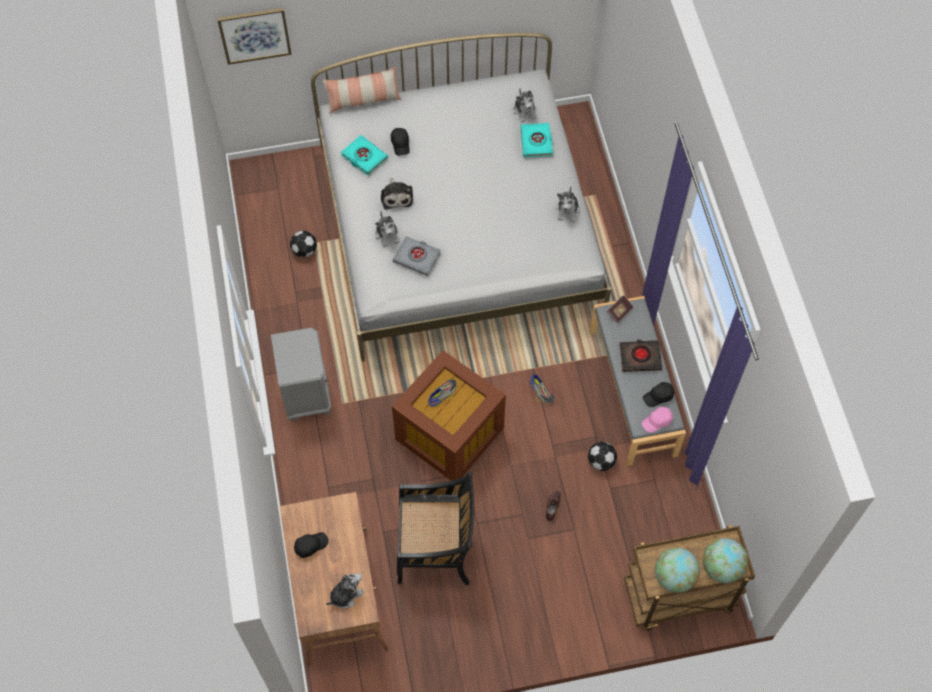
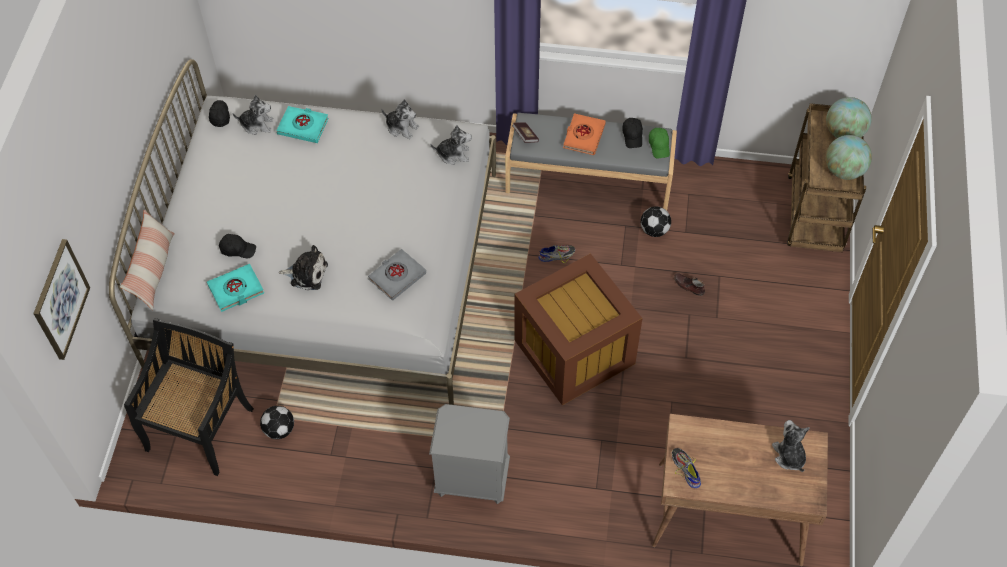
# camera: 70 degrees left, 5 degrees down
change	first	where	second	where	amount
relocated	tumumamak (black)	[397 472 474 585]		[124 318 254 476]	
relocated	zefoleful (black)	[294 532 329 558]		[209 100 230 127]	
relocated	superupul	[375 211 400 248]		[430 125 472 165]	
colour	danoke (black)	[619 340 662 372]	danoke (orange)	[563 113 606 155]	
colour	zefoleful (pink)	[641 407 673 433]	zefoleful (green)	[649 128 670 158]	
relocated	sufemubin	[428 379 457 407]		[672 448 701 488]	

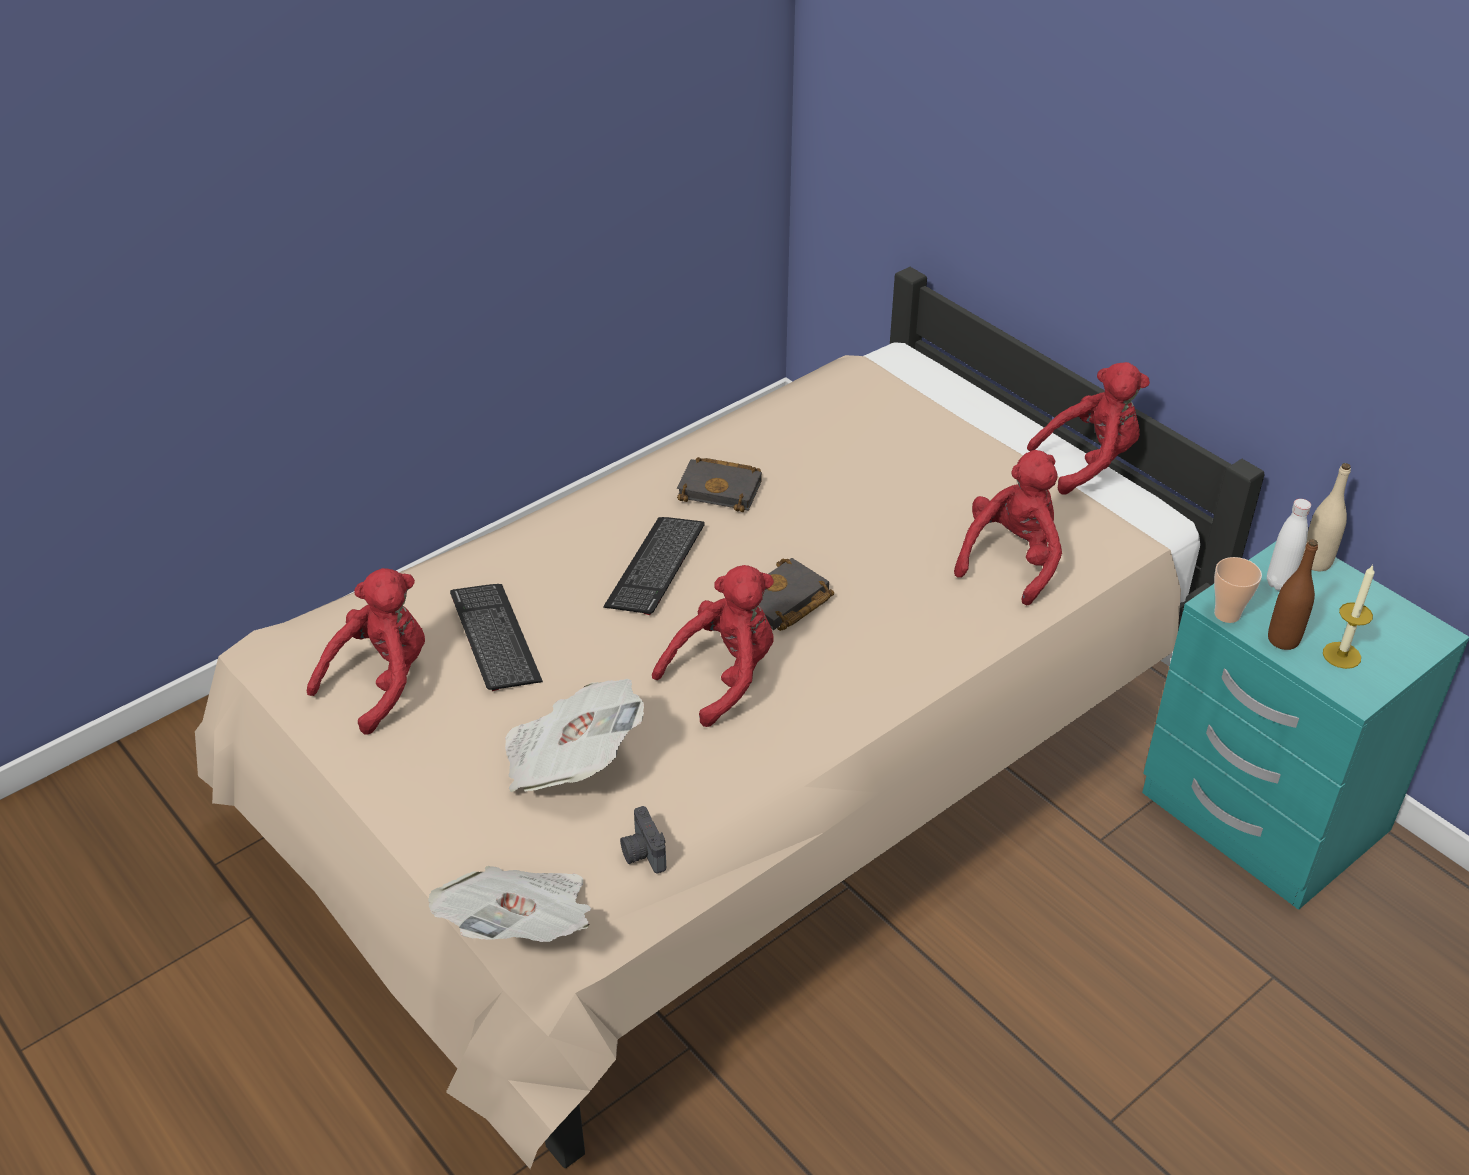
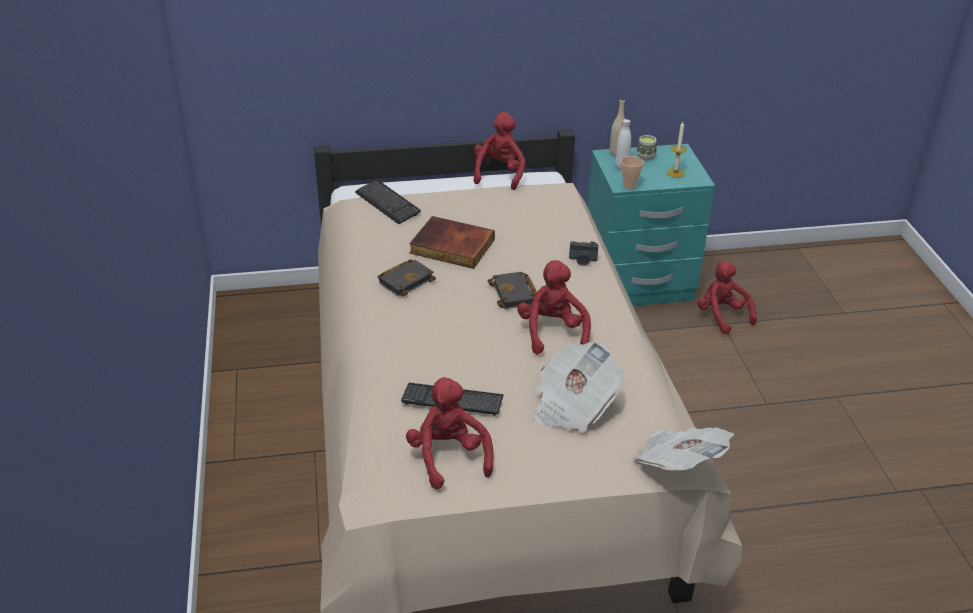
# camera: 60 degrees left, 5 degrees down
change	first	where	second	where	amount
relocated	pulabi	[603 517 704 615]		[355 180 421 224]	
appeared			danoke	[409 216 495 269]	
relocated	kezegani	[620 806 666 874]		[569 241 599 266]	
appeared			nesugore	[637 135 657 161]	
relocated	superupul (red)	[954 450 1062 606]		[698 261 757 334]	
missing	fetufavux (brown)	[1268 539 1318 650]			

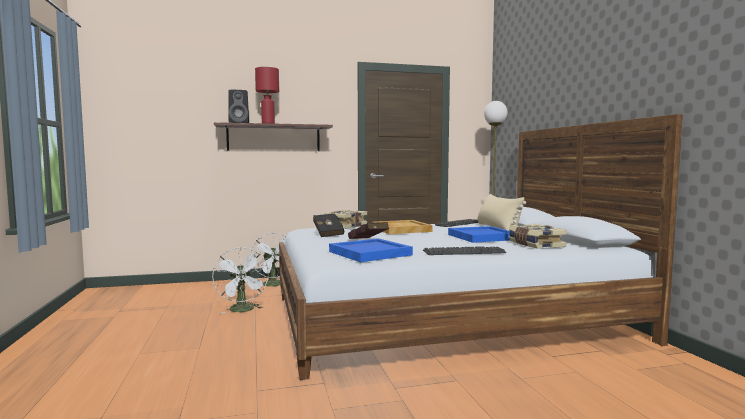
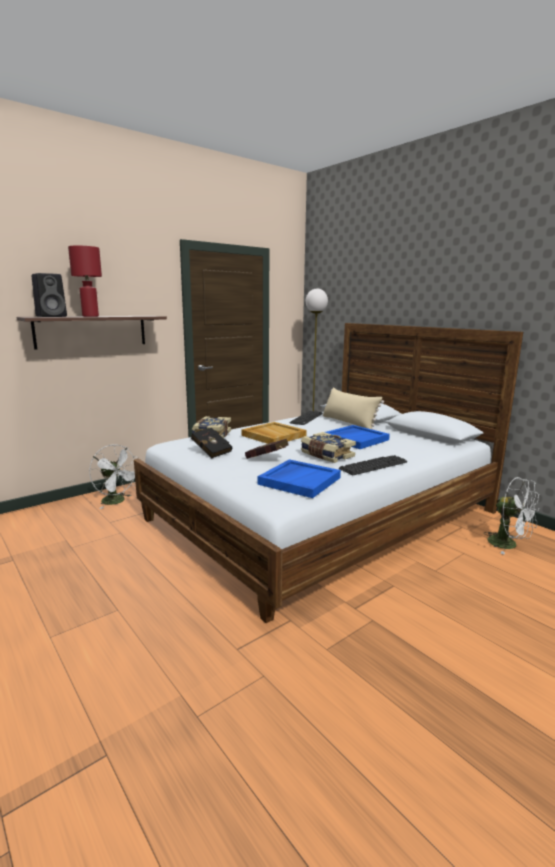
# camera: 25 degrees left, 10 degrees up
change	first	where	second	where	amount
relocated	danoke	[509 224 567 249]		[301 432 356 463]	
relocated	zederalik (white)	[212 247 269 314]		[484 477 540 555]	

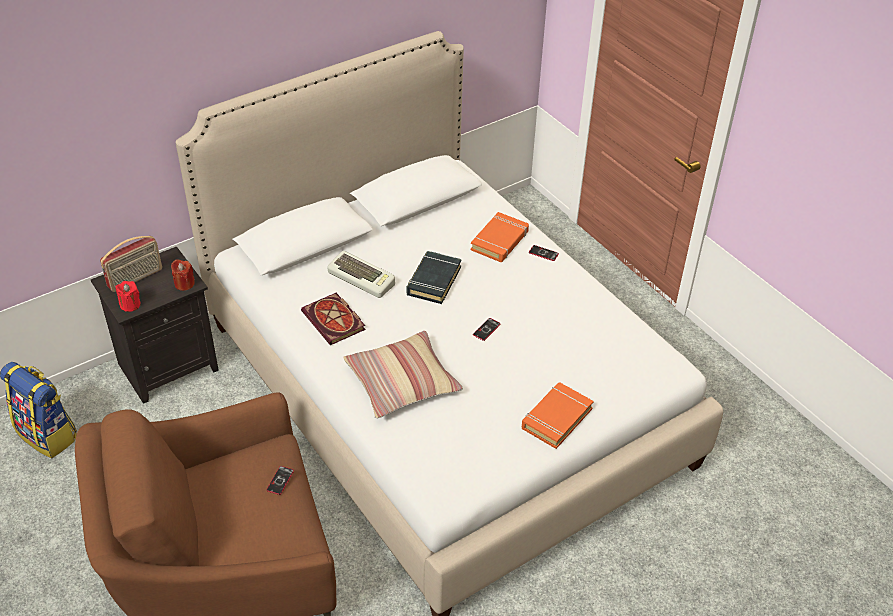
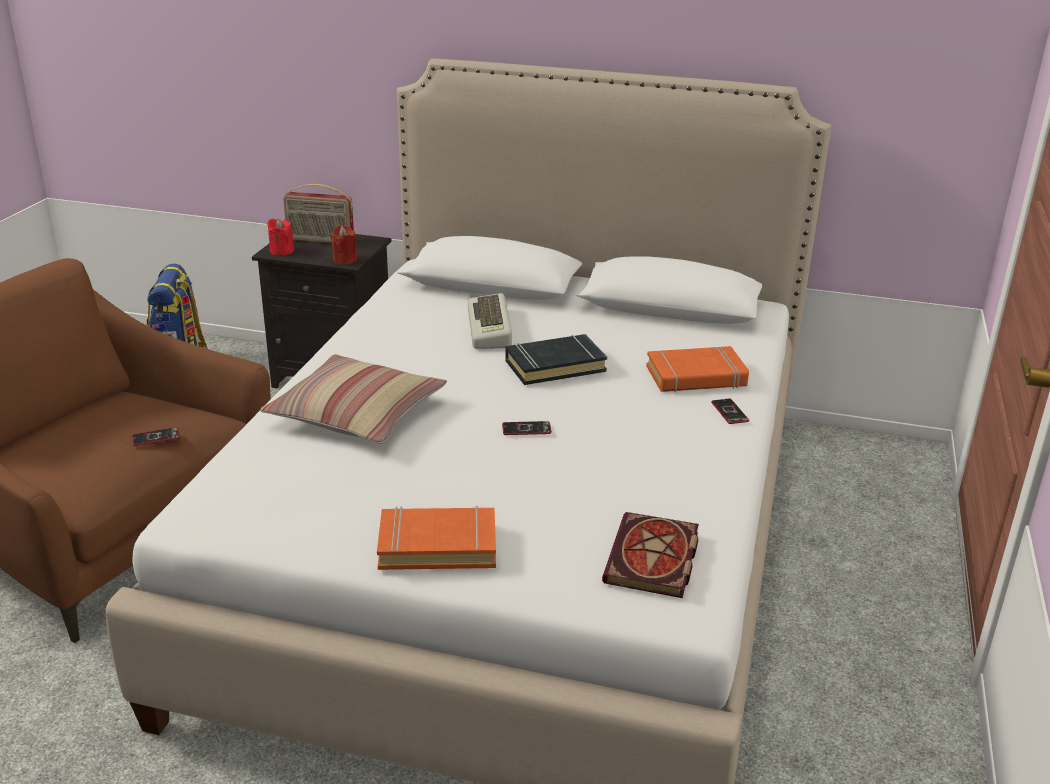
# camera: 50 degrees right, 15 degrees down
change	first	where	second	where	amount
relocated	danoke	[301 293 365 345]		[602 512 699 598]	

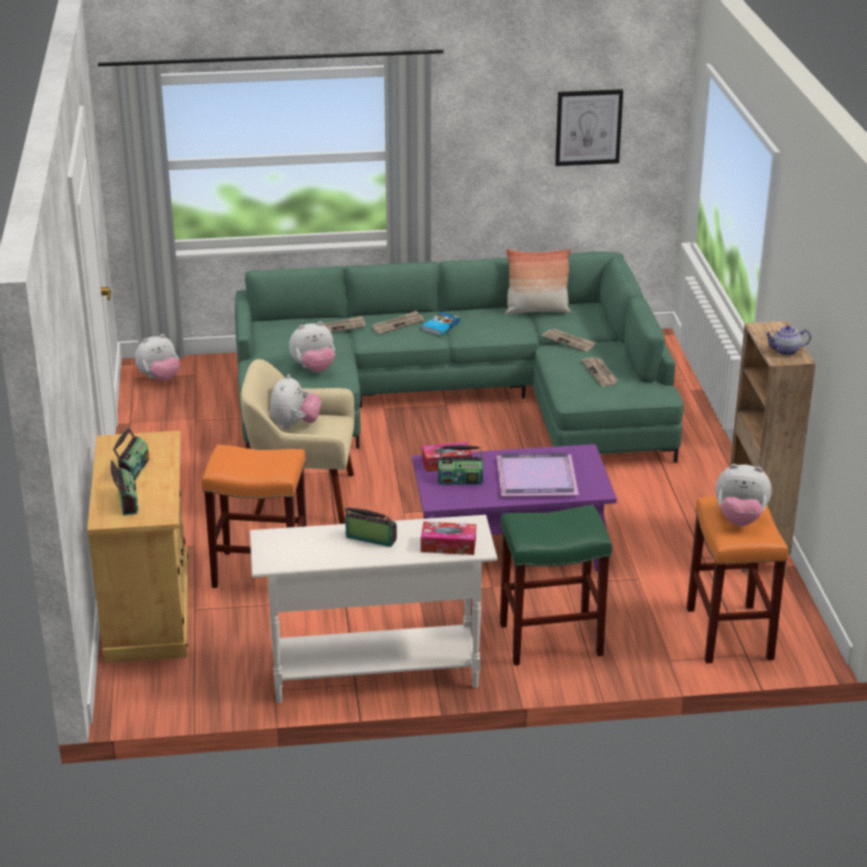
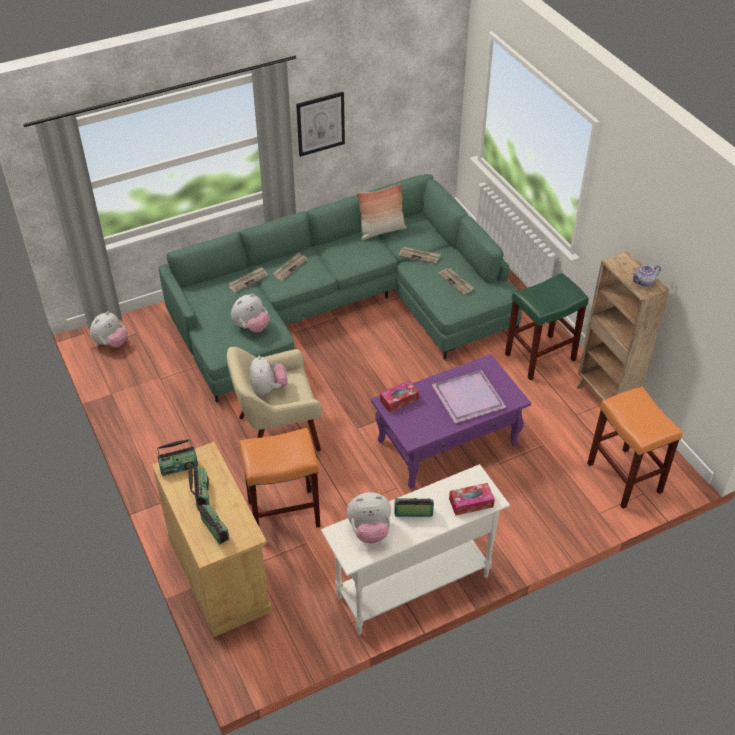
# camera: 20 degrees left, 15 degrees up
change	first	where	second	where	amount
relocated	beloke	[438 445 483 485]		[157 439 198 476]	
relocated	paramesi	[555 89 623 166]		[296 92 345 157]	
relocated	superupul	[716 464 772 526]		[347 492 391 543]	
relocated	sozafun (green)	[500 505 612 665]		[505 273 589 380]	
missing	danoke	[422 312 460 336]			

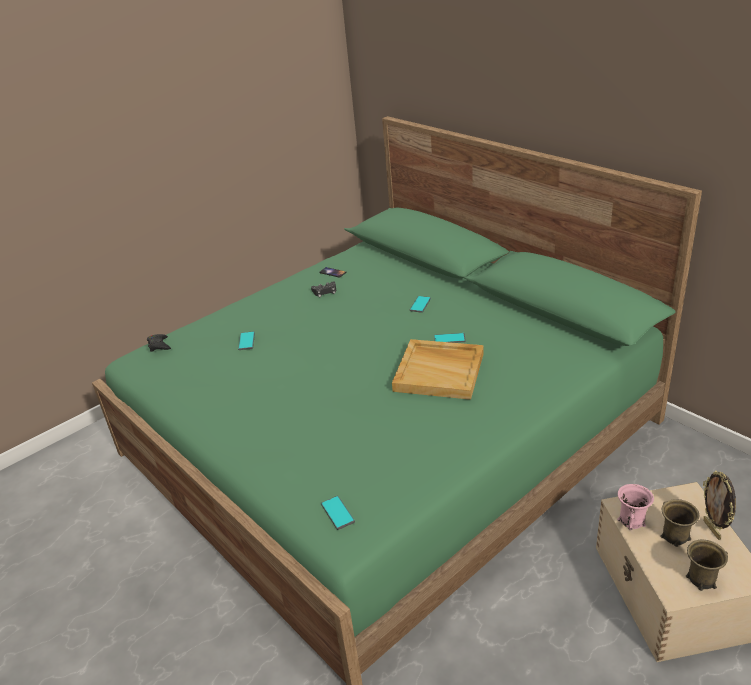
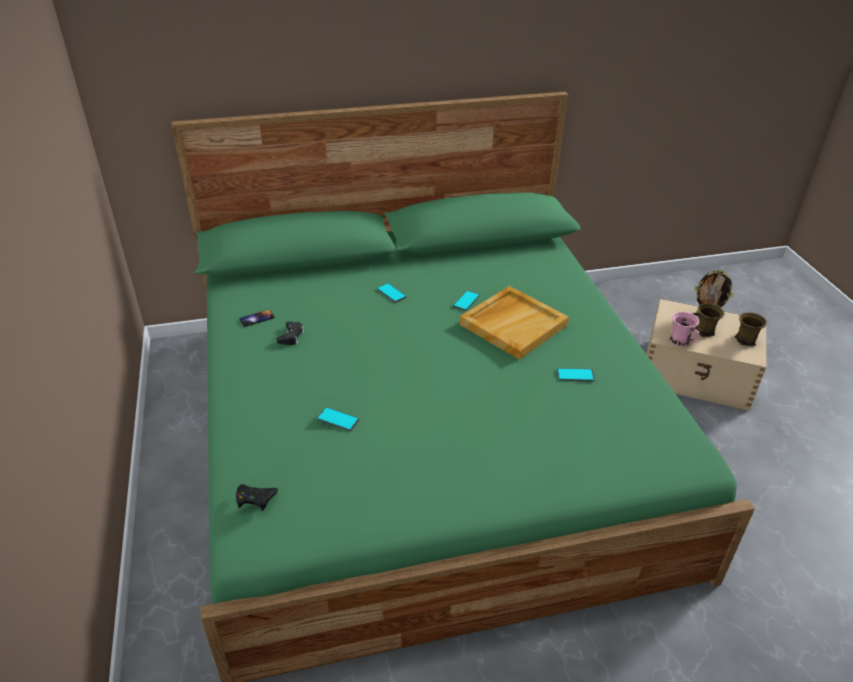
# camera: 65 degrees left, 5 degrees up
change	first	where	second	where	amount
relocated	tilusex	[321 496 355 530]		[557 368 595 382]	

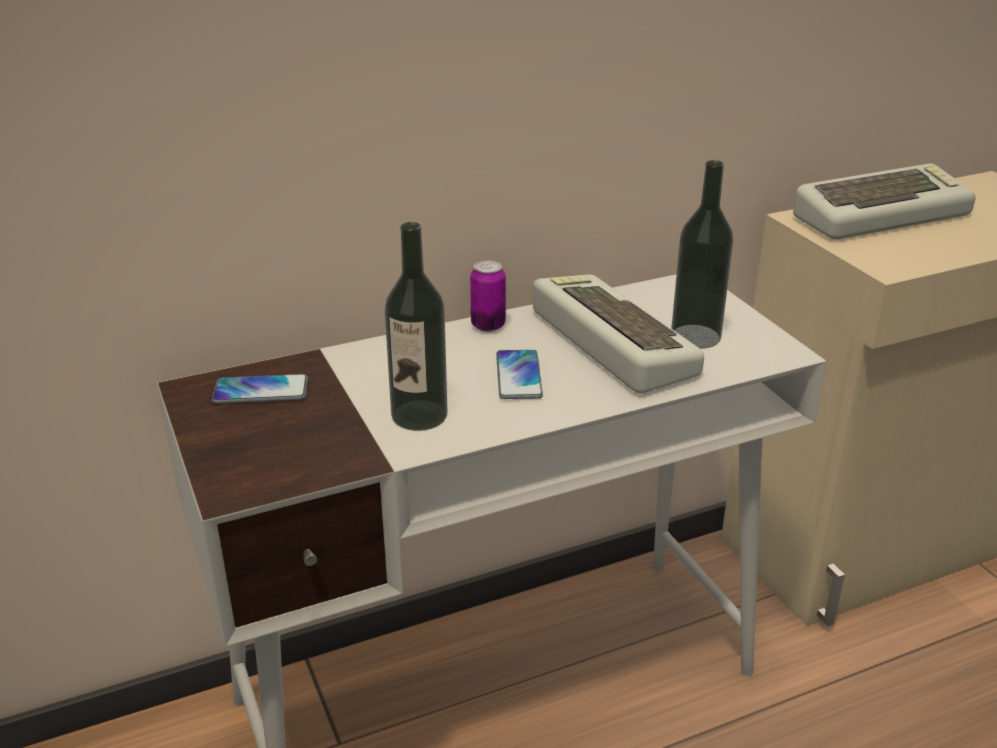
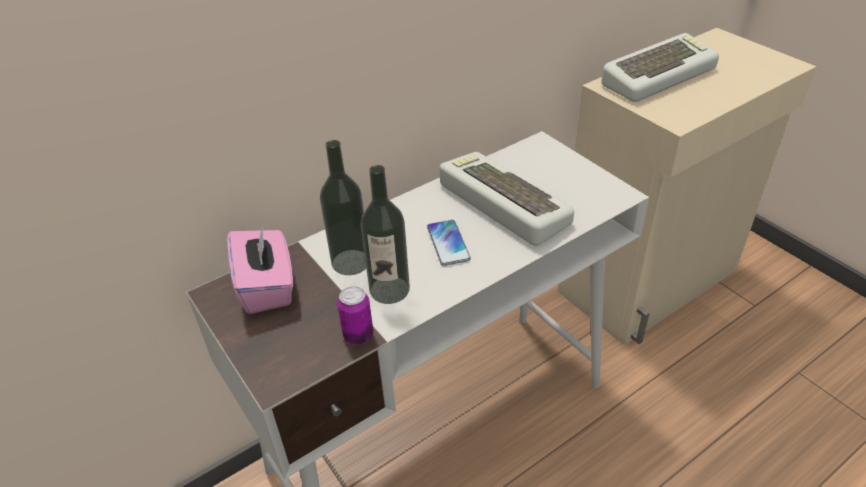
# camera: 10 degrees left, 10 degrees up
change	first	where	second	where	amount
exchanged	tilusex	[212 374 308 403]	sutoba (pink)	[227 224 293 314]	
relocated	fetufavux	[671 160 733 349]		[320 140 366 275]	
relocated	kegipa	[470 260 506 332]		[337 286 373 345]	

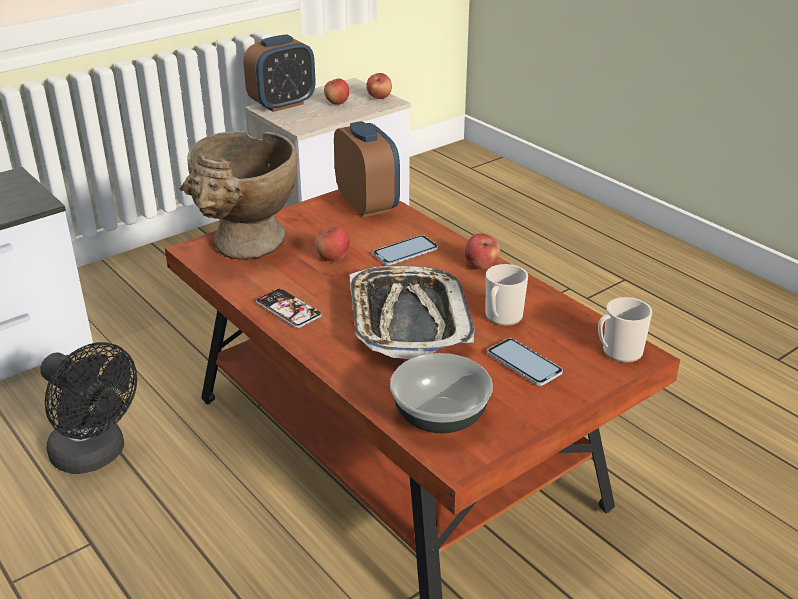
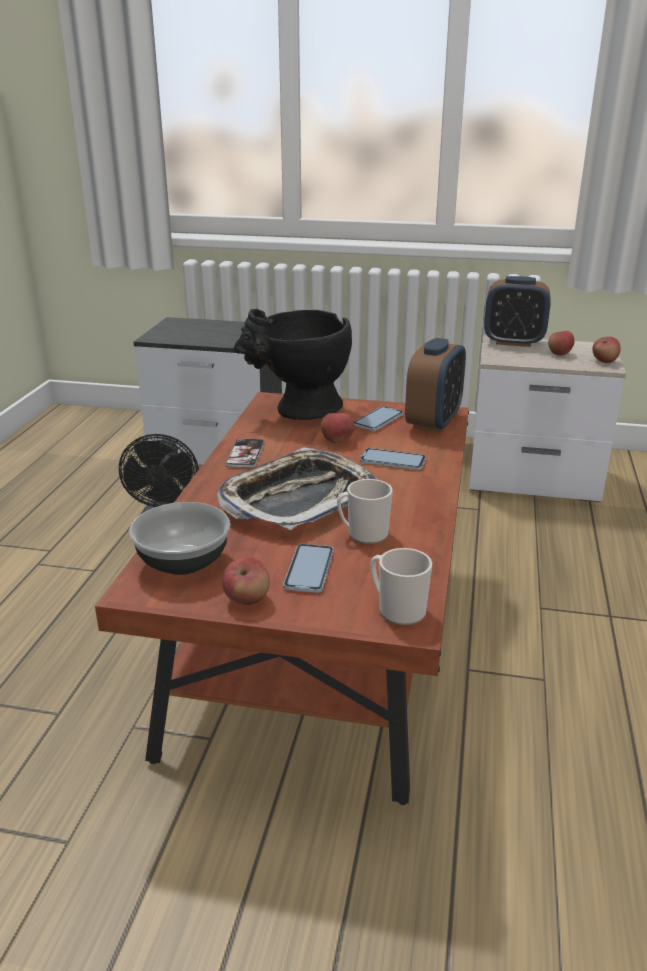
# camera: 50 degrees right, 5 degrees down
change	first	where	second	where	amount
relocated	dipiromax	[465 233 500 269]		[222 557 270 605]	
colour	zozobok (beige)	[180 131 298 260]	zozobok (black)	[233 309 352 420]	
appeared			tilusex	[354 406 404 431]	

